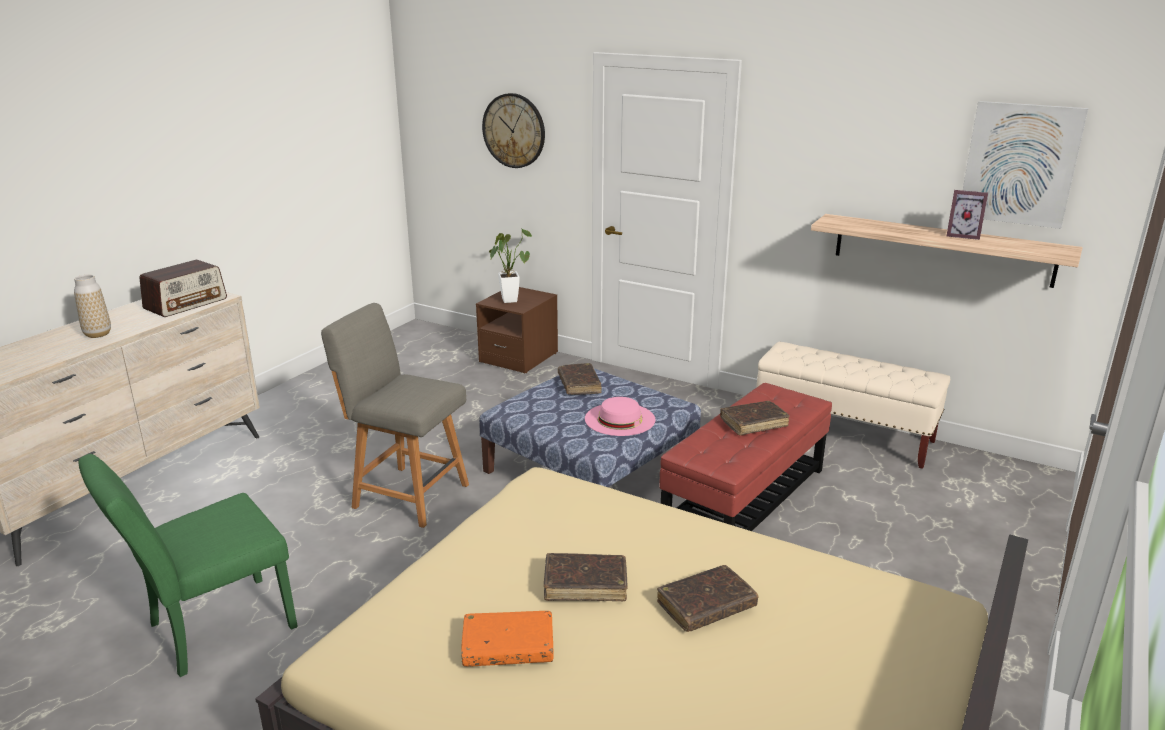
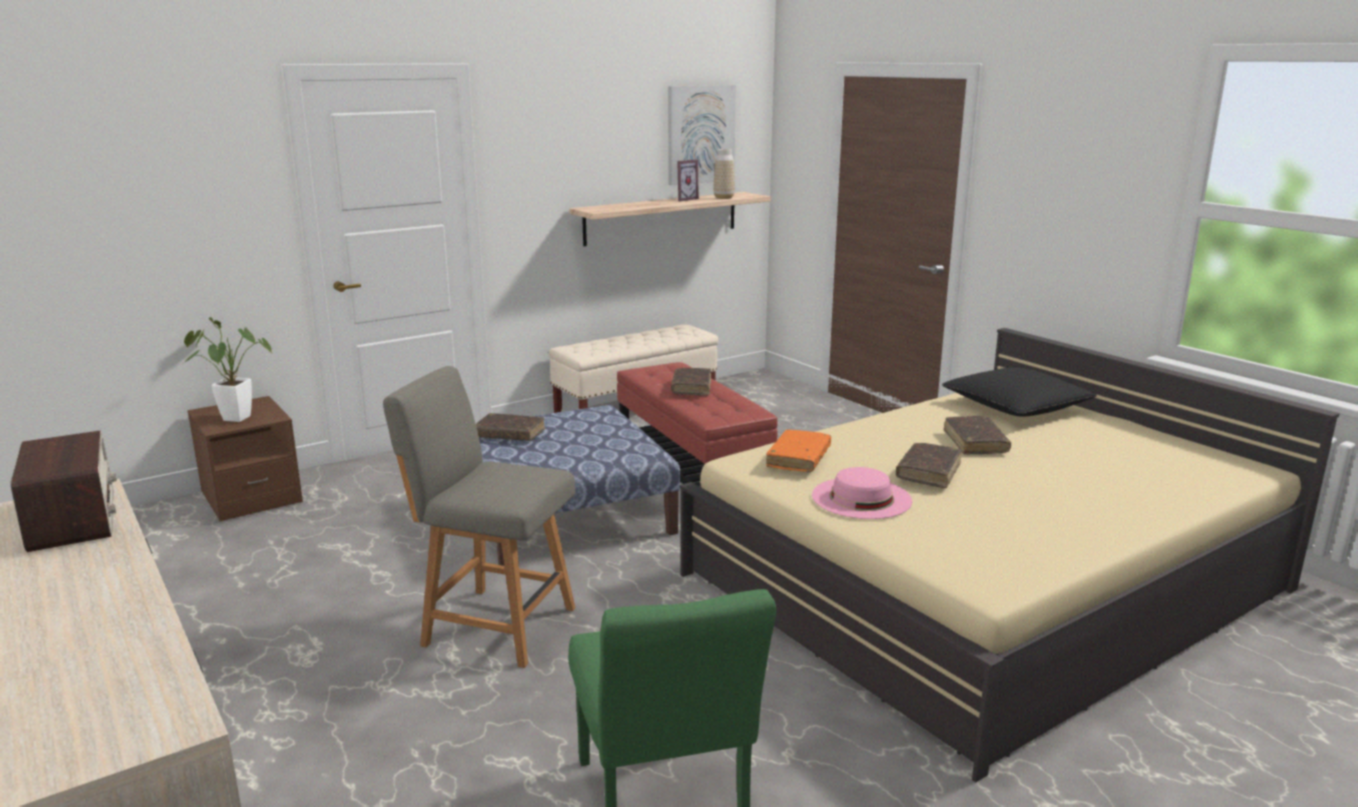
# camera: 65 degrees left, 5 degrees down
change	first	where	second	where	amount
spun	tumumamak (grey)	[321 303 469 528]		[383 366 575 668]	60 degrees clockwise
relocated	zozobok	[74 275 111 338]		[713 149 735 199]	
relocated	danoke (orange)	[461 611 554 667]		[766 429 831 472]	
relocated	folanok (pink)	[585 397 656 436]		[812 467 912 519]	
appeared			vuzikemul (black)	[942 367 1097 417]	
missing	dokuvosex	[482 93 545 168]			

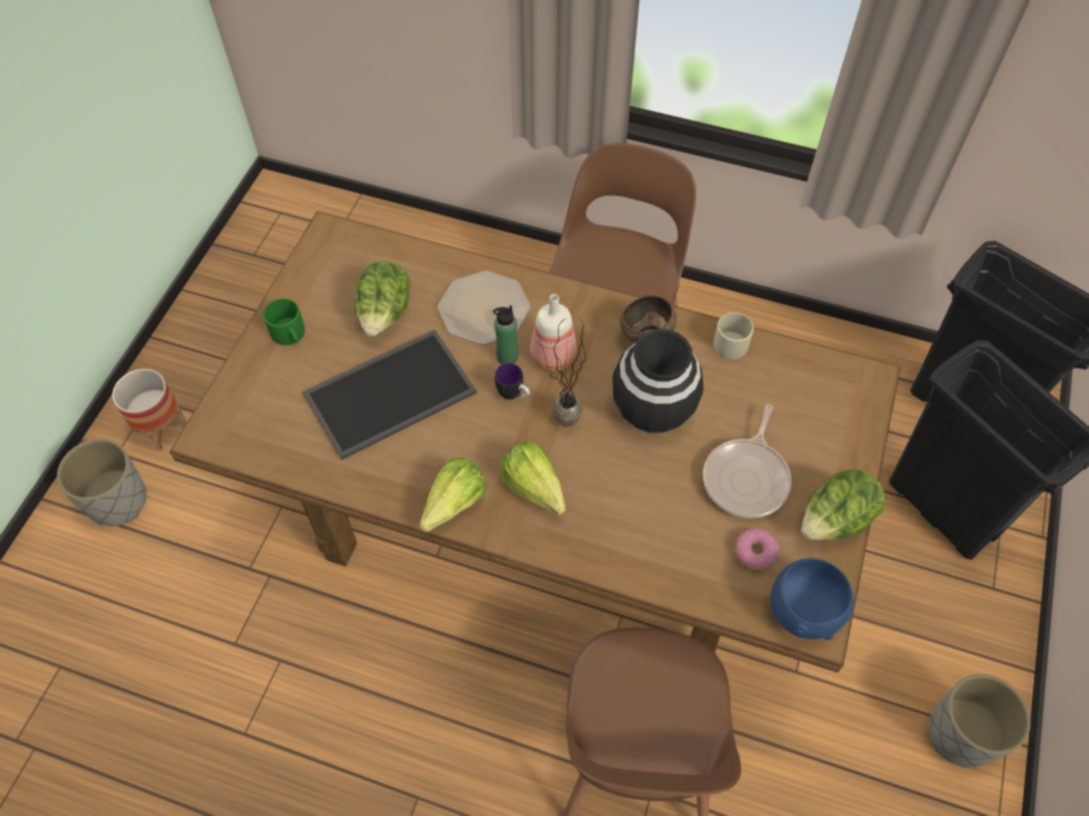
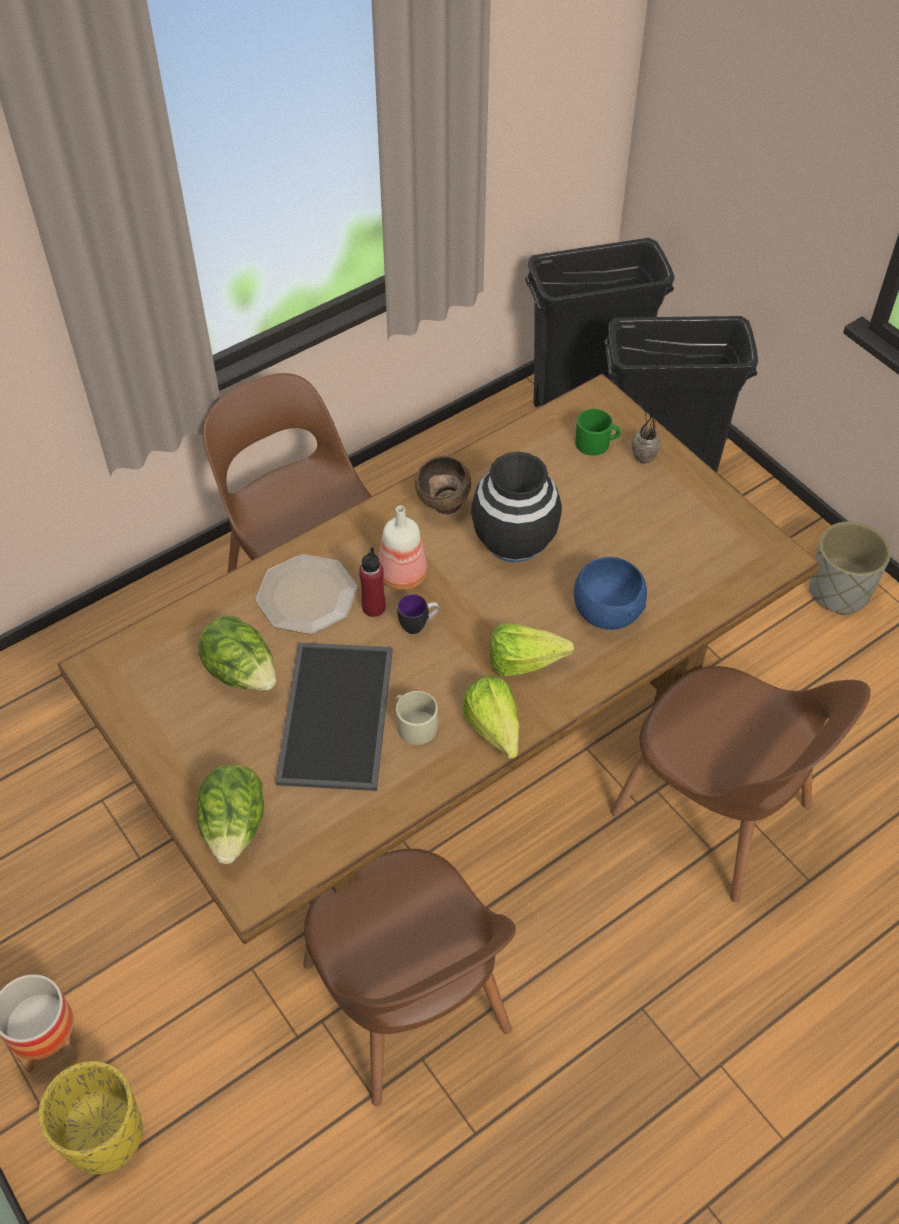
# camera: 55 degrees left, 5 degrees down
change	first	where	second	where	amount
colour	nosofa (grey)	[57 439 147 526]	nosofa (yellow)	[38 1061 143 1174]	
relocated	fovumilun	[801 469 886 540]		[197 764 264 864]	
appeared			tumumamak (brown)	[303 849 516 1106]	
colour	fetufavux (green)	[493 305 518 364]	fetufavux (red)	[359 547 386 617]	
relocated	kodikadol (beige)	[713 312 754 360]		[396 691 438 745]	
relocated	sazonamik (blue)	[771 558 853 640]		[574 557 647 630]	
relocated	kodikadol (green)	[263 299 305 345]		[575 409 621 456]	
relocated	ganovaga	[538 318 586 427]		[632 329 683 464]	
missing	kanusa	[703 404 792 518]			
missing	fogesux	[735 528 779 571]			

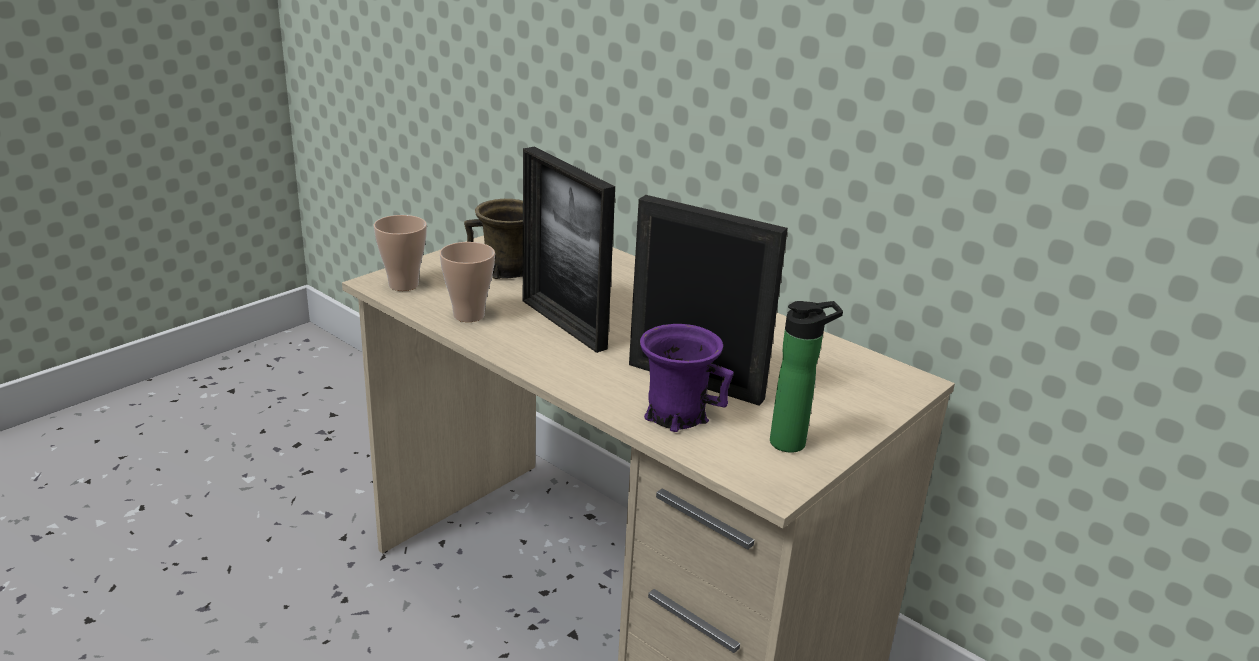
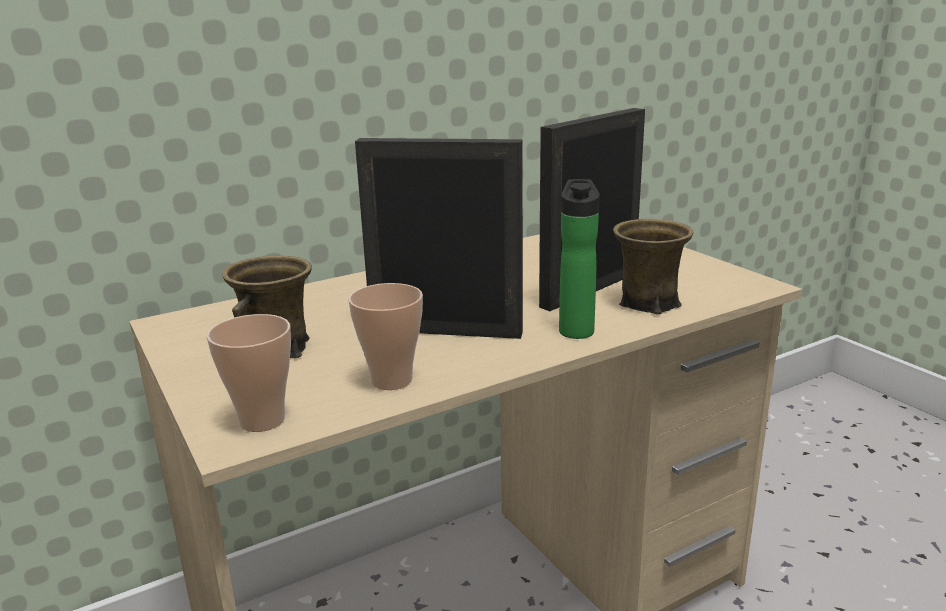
# camera: 70 degrees left, 5 degrees down
change	first	where	second	where	amount
spun	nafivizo	[523 147 615 353]		[355 138 523 339]	150 degrees counterclockwise
relocated	fetufavux	[770 301 843 453]		[559 179 600 339]	
colour	kodikadol (purple)	[640 324 733 432]	kodikadol (brown)	[613 219 694 314]	

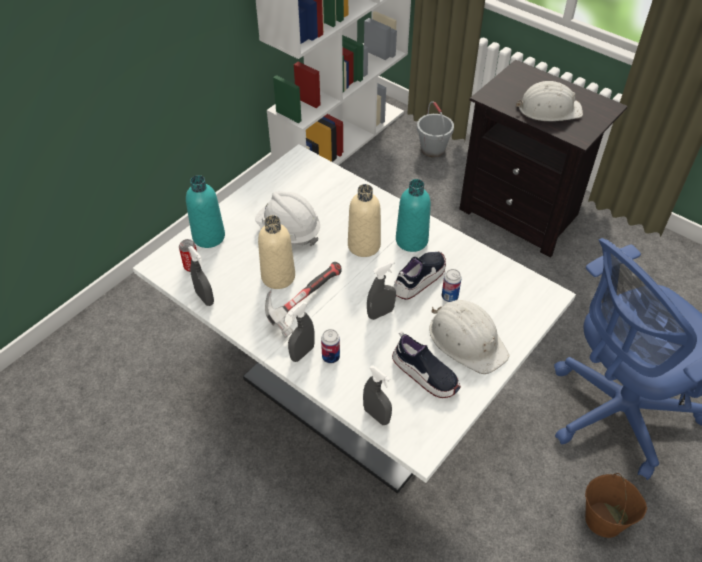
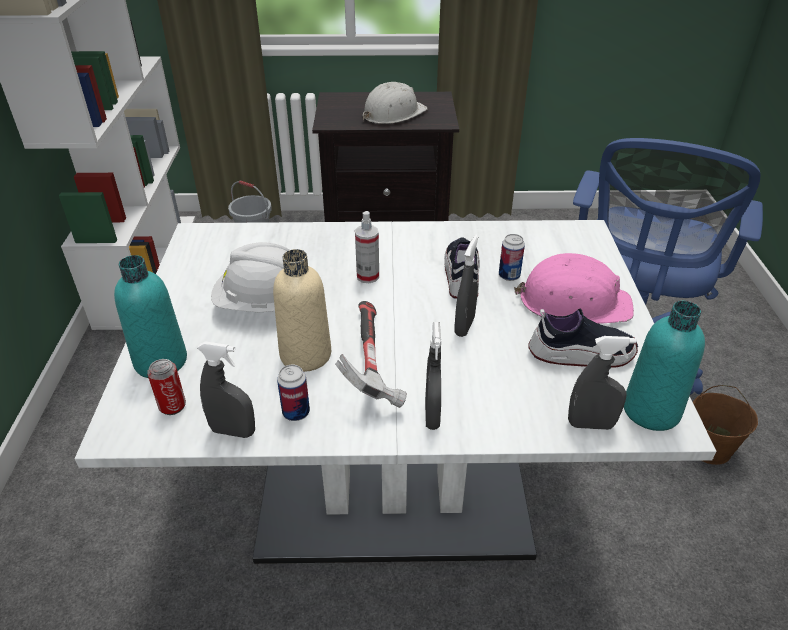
# camera: 40 degrees left, 10 degrees down
change	first	where	second	where	amount
relocated	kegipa	[321 329 340 364]		[277 365 310 421]	
exchanged	fetufavux (beige)	[348 184 381 257]	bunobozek	[355 211 379 283]	
colour	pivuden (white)	[429 300 509 374]	pivuden (pink)	[514 253 634 324]	
relocated	fetufavux (turquoise)	[396 179 431 252]		[624 301 705 431]	

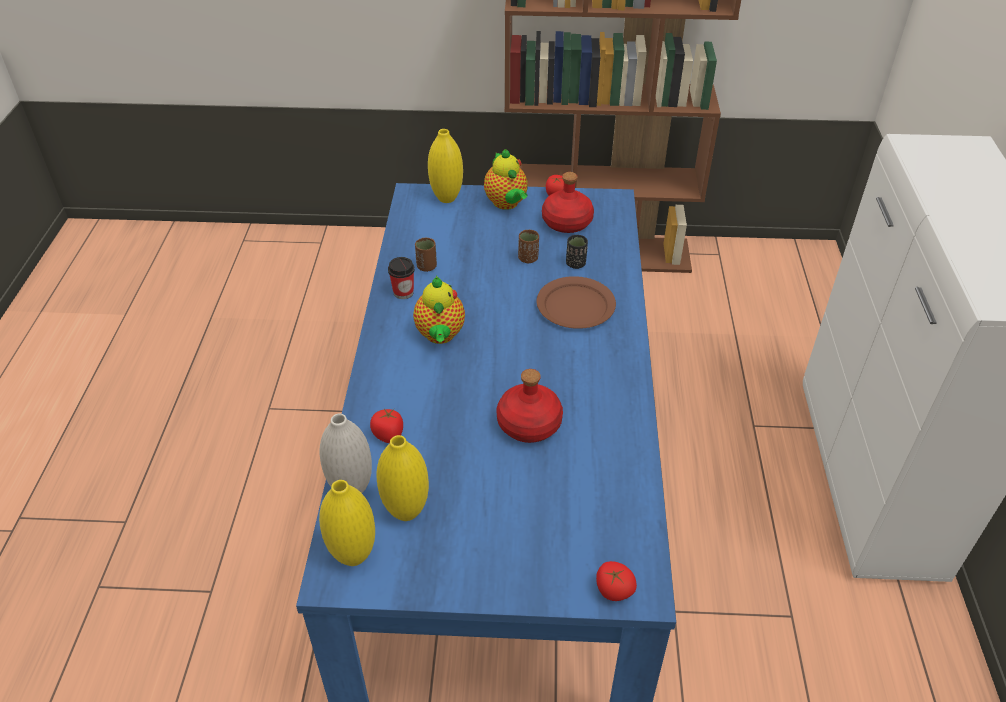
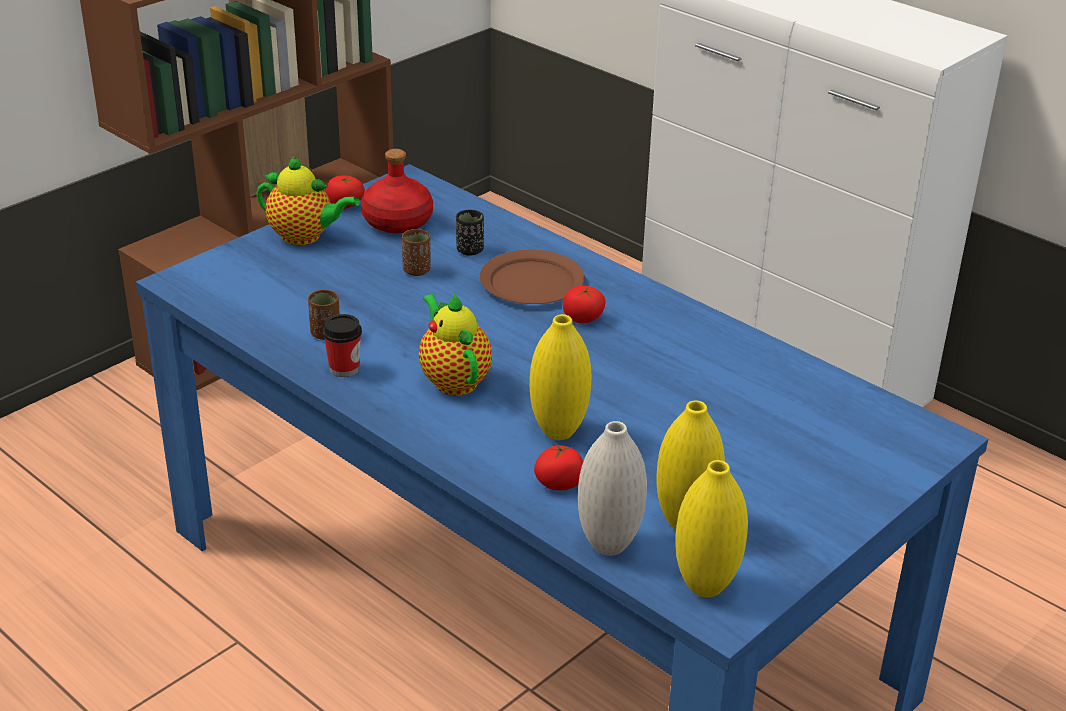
# camera: 50 degrees left, 10 degrees down
change	first	where	second	where	amount
spun	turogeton	[413 275 465 344]		[419 293 492 396]	150 degrees counterclockwise
relocated	zozobok (yellow)	[428 129 463 203]		[530 314 591 440]	
relocated	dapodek	[596 561 637 601]		[563 286 606 323]	
missing	fetufavux (red)	[497 369 563 443]			

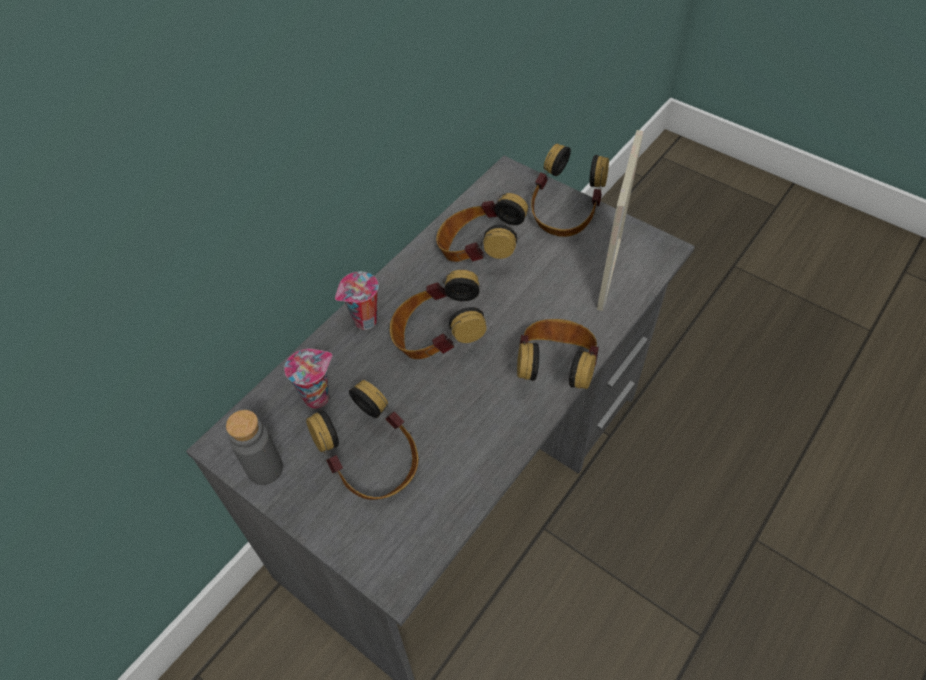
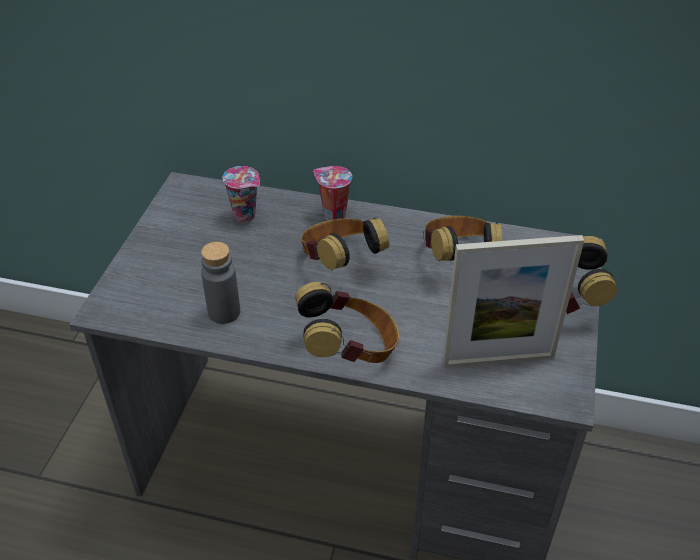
# camera: 65 degrees right, 10 degrees down
change	first	where	second	where	amount
relocated	fetufavux (grey)	[226 410 283 485]		[201 242 240 324]	
missing	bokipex	[306 380 418 500]			

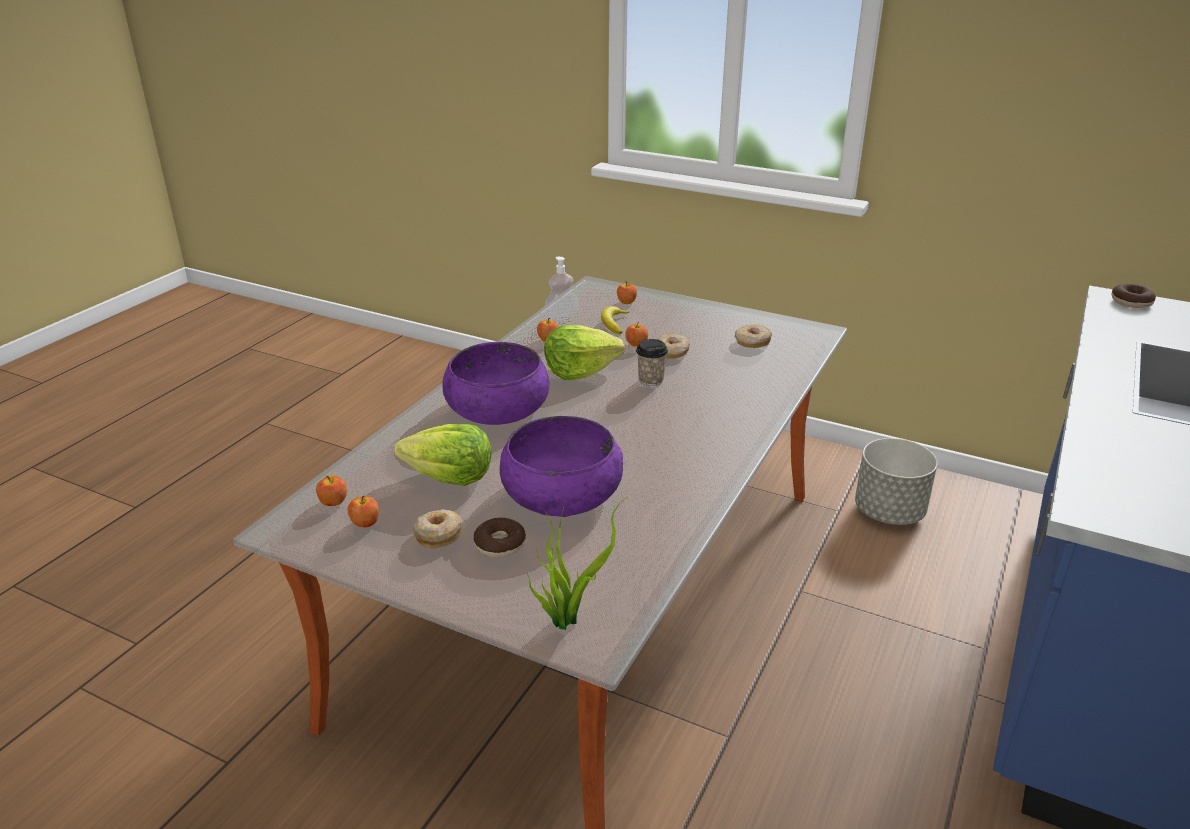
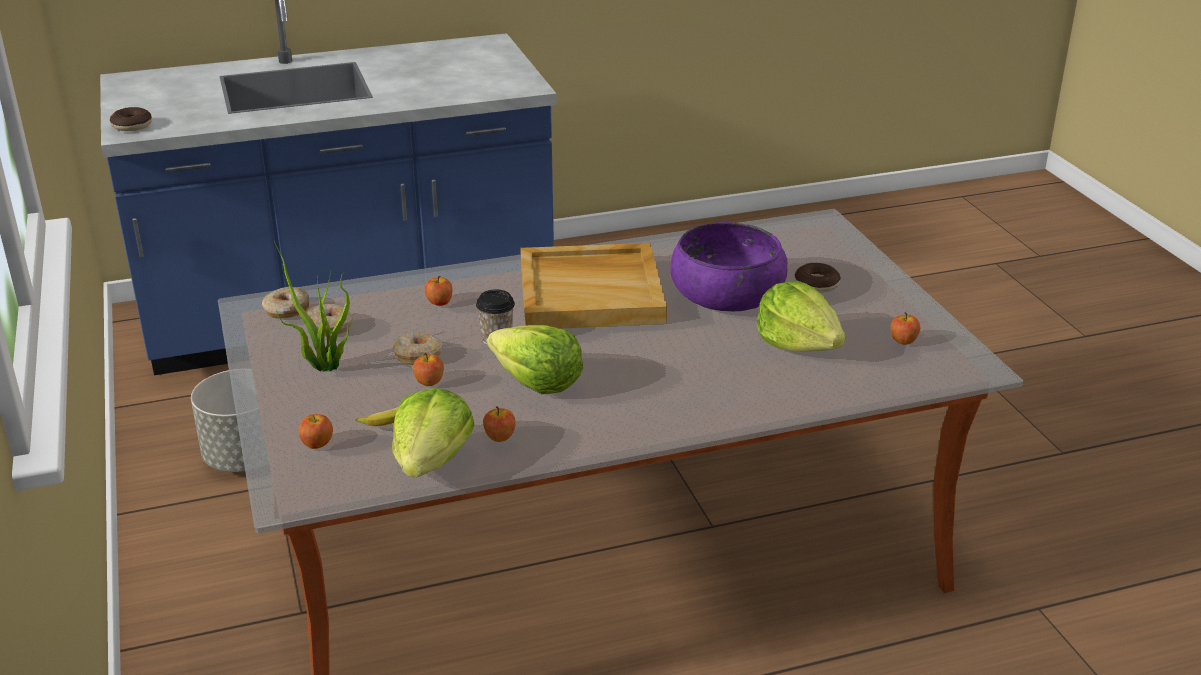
# camera: 135 degrees left, 0 degrees up
change	first	where	second	where	amount
relocated	fogesux	[413 509 463 549]		[262 287 309 318]	
relocated	ganovaga	[527 496 628 630]		[274 241 350 371]	
exchanged	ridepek	[544 257 579 323]	fovumilun	[392 387 475 477]	
relocated	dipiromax	[316 475 347 506]		[425 276 453 306]	
appeared			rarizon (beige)	[520 243 667 329]	
missing	sazonamik (purple)	[442 342 550 425]			

